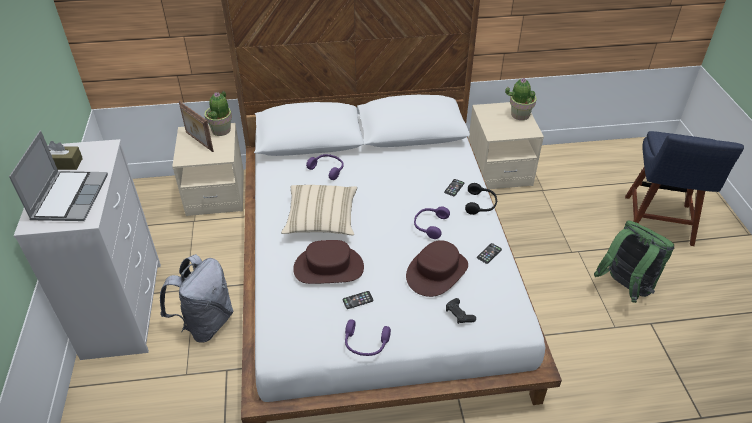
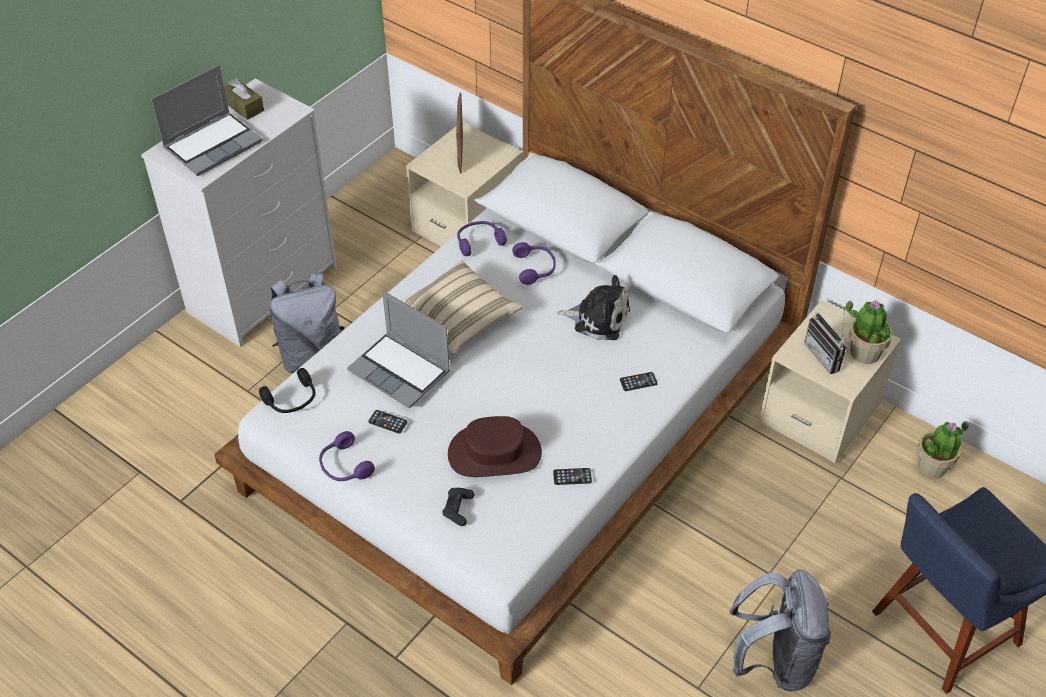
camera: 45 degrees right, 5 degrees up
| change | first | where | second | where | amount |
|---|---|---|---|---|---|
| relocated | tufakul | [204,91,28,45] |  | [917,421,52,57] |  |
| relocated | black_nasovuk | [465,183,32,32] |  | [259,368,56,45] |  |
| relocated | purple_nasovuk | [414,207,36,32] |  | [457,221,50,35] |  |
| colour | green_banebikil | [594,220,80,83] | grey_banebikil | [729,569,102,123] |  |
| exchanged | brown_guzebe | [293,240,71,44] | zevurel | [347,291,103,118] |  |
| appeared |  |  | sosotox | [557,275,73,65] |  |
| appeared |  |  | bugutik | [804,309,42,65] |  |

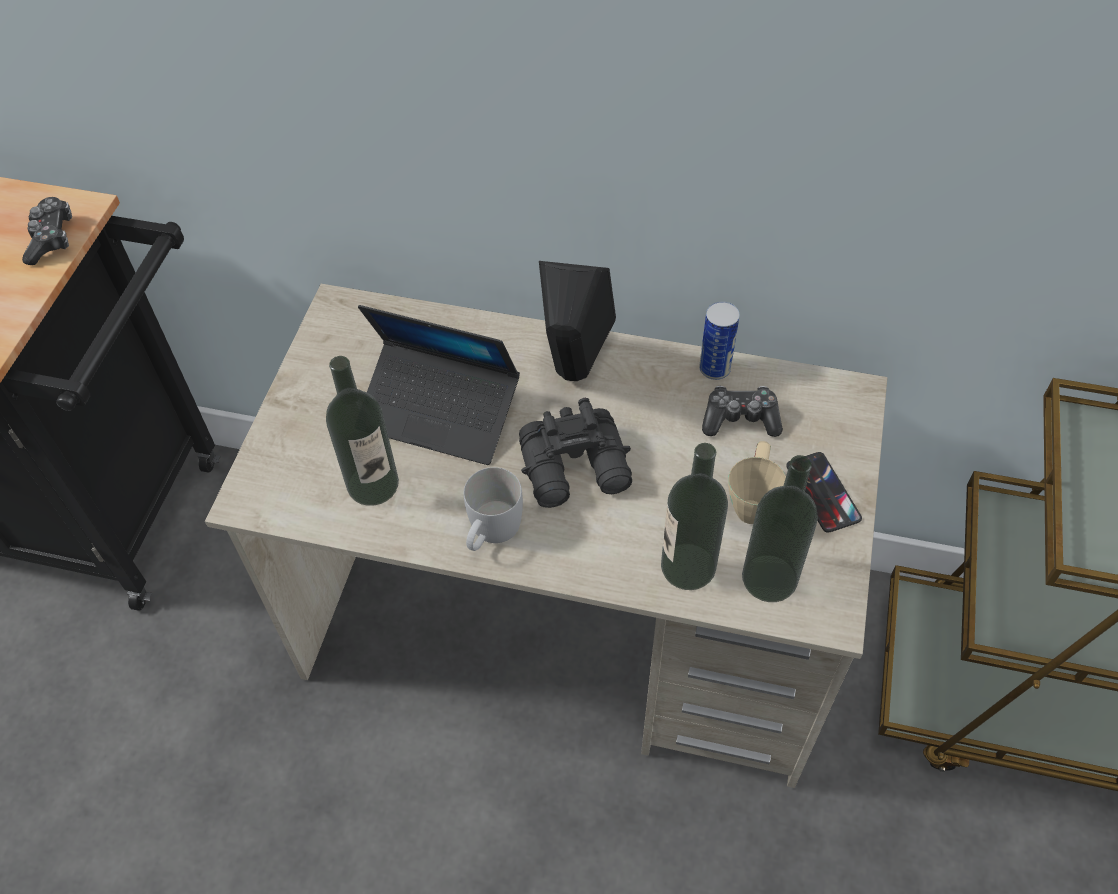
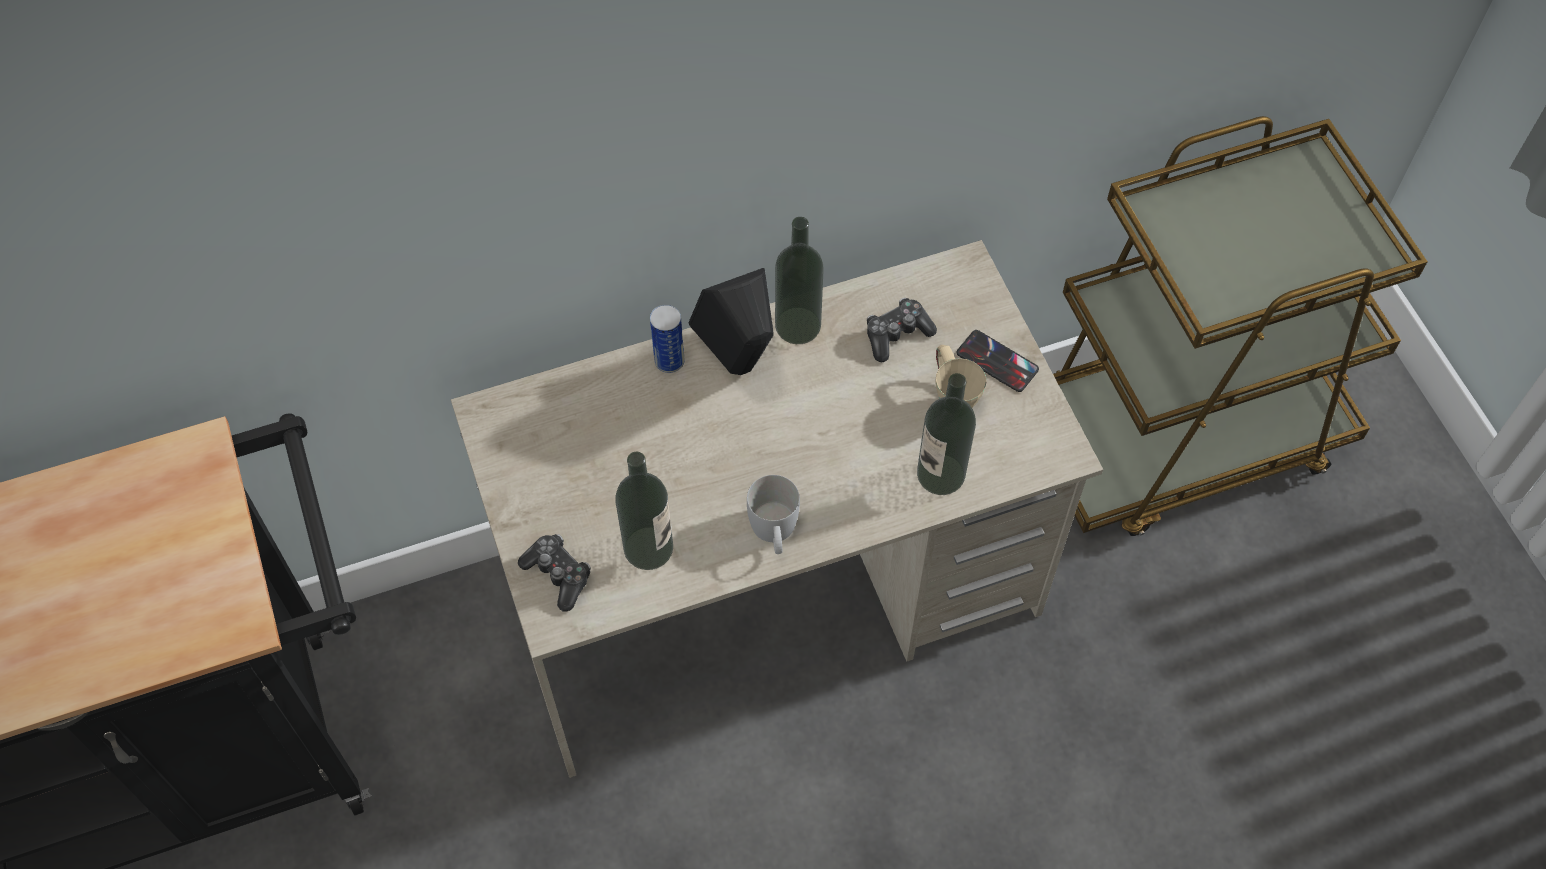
camera: 35 degrees left, 5 degrees up
| change | first | where | second | where | amount |
|---|---|---|---|---|---|
| relocated | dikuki | [22,197,50,68] |  | [518,534,73,78] |  |
| relocated | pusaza | [699,301,41,79] |  | [650,305,35,68] |  |
| missing | zevurel | [358,305,162,160] |  |  |  |
| missing | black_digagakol | [519,398,113,110] |  |  |  |
| relocated | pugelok | [742,455,76,147] |  | [775,217,49,127] |  |

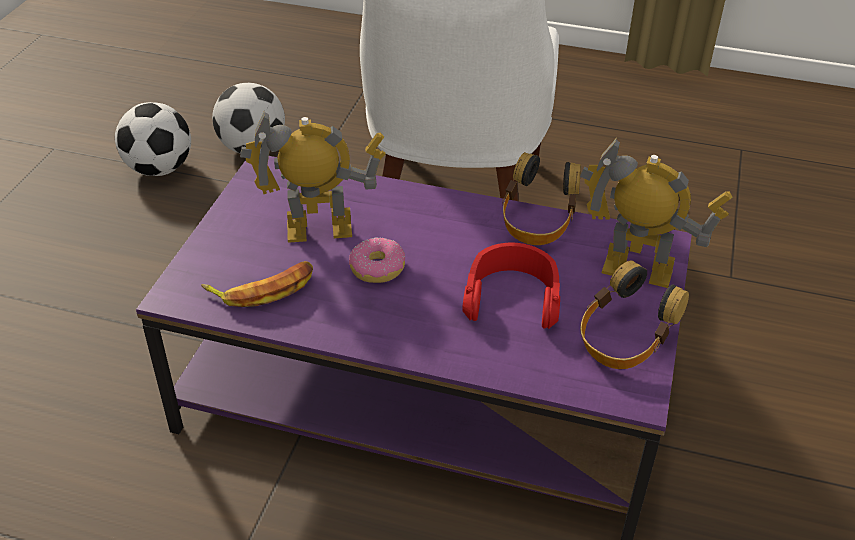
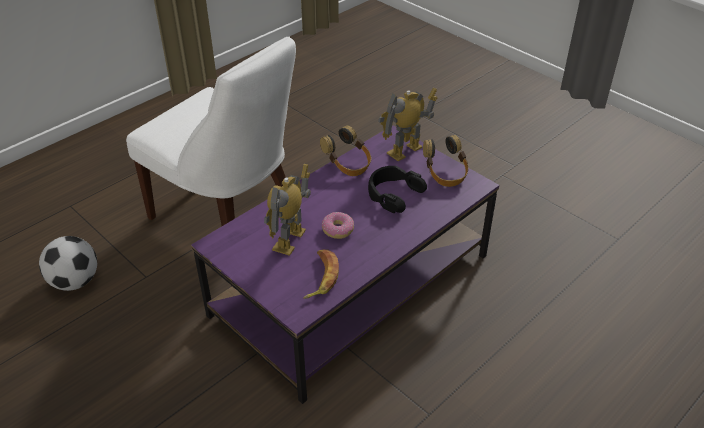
camera: 60 degrees left, 0 degrees up
| change | first | where | second | where | amount |
|---|---|---|---|---|---|
| missing | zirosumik | [115,102,76,74] |  |  |  |
| colour | red_nasovuk | [462,243,98,86] | black_nasovuk | [368,166,59,47] |  |

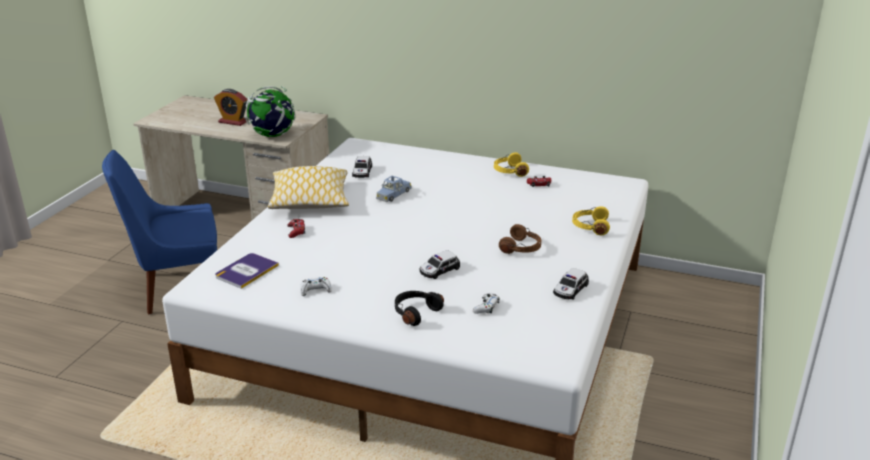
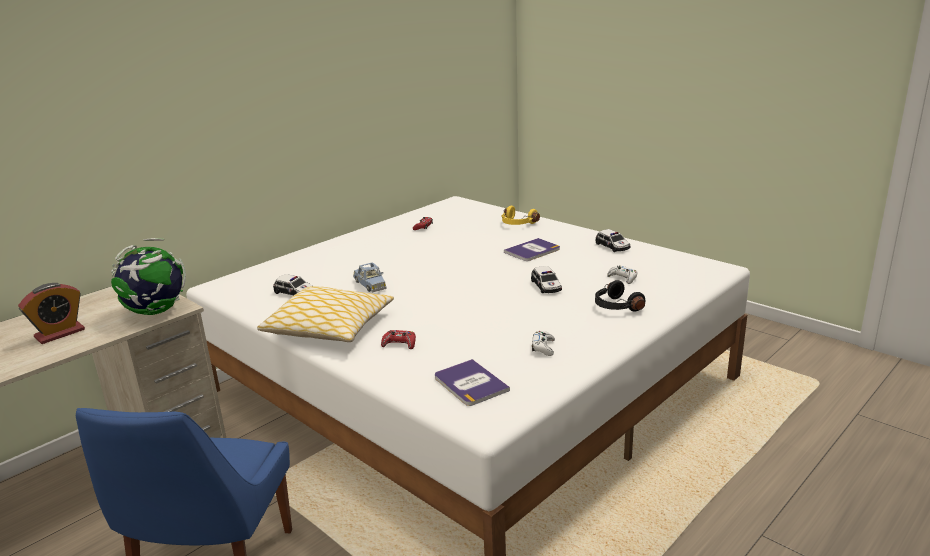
camera: 65 degrees left, 5 degrees down
| change | first | where | second | where | amount |
|---|---|---|---|---|---|
| missing | yellow_nasovuk | [494,152,35,25] |  |  |  |
| exchanged | brown_nasovuk | [499,224,42,30] | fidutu | [504,238,56,23] |  |

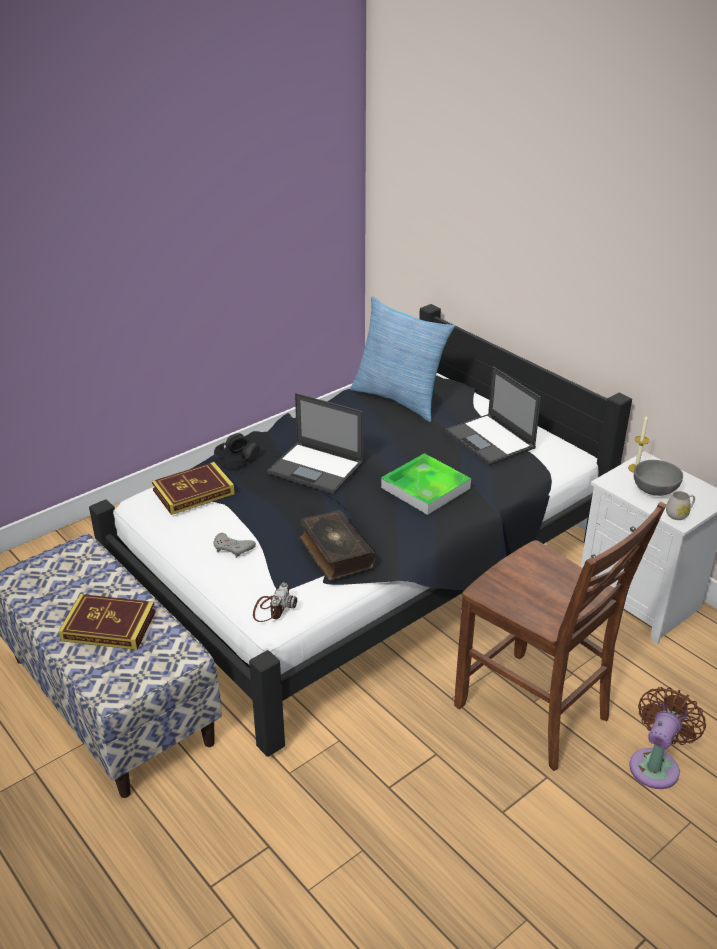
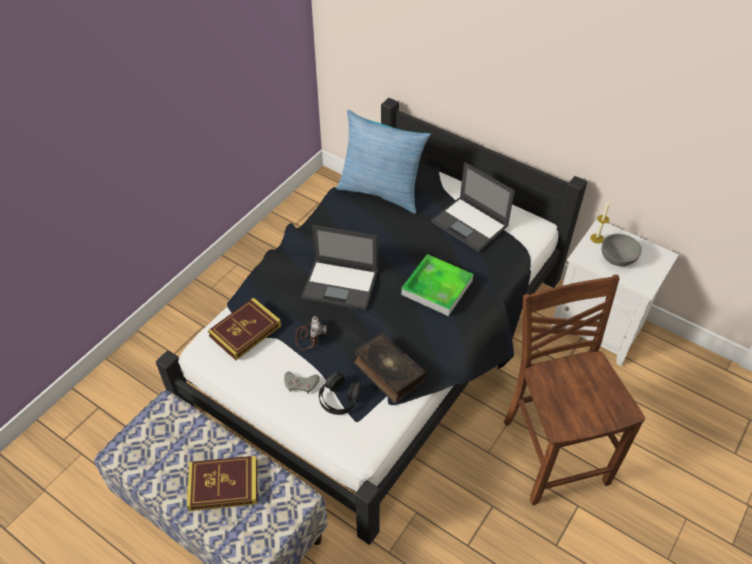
camera: 15 degrees left, 15 degrees up
| change | first | where | second | where | amount |
|---|---|---|---|---|---|
| relocated | black_nasovuk | [214,433,46,35] |  | [319,371,42,44] |  |
| missing | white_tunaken | [666,491,29,29] |  |  |  |
| spun | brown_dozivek | [454,502,212,269] |  | [504,275,141,230] | 135 degrees counterclockwise |
| relocated | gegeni | [253,583,44,39] |  | [295,316,32,34] |  |
| missing | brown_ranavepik | [629,687,77,102] |  |  |  |

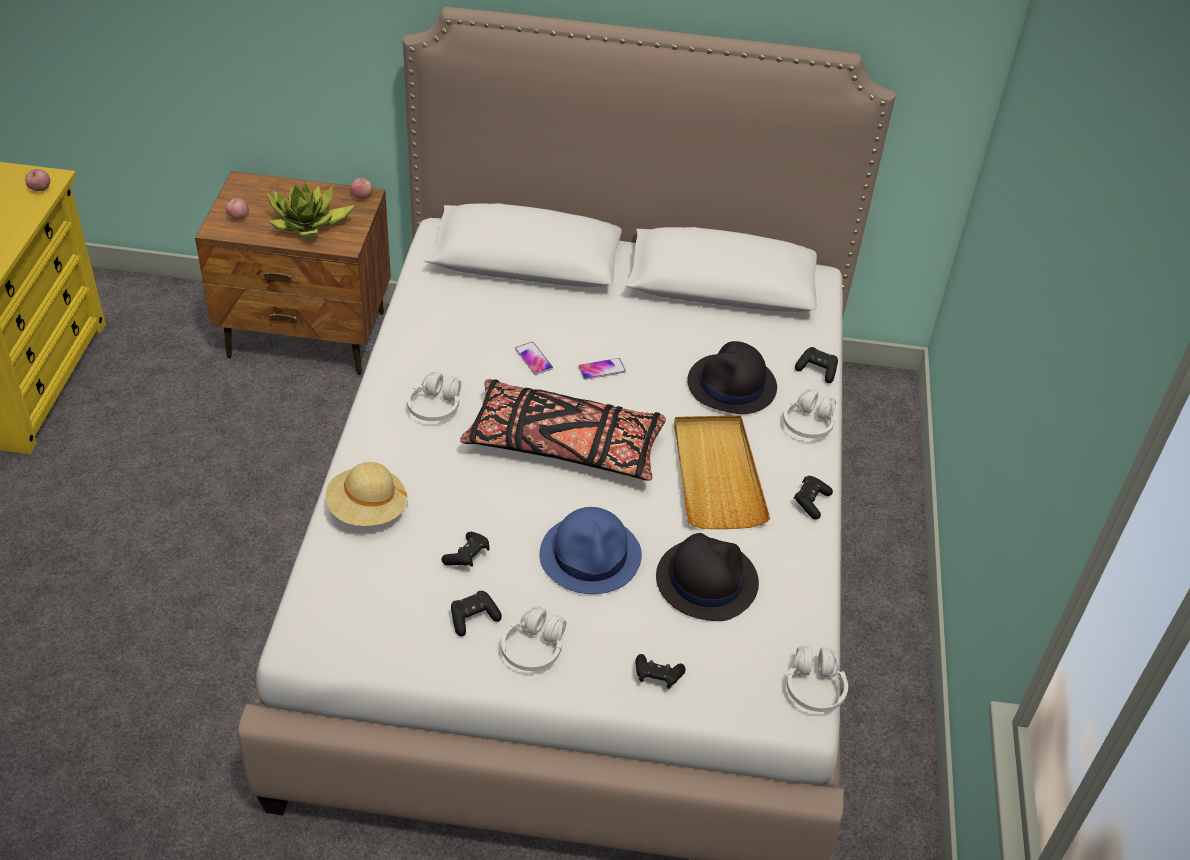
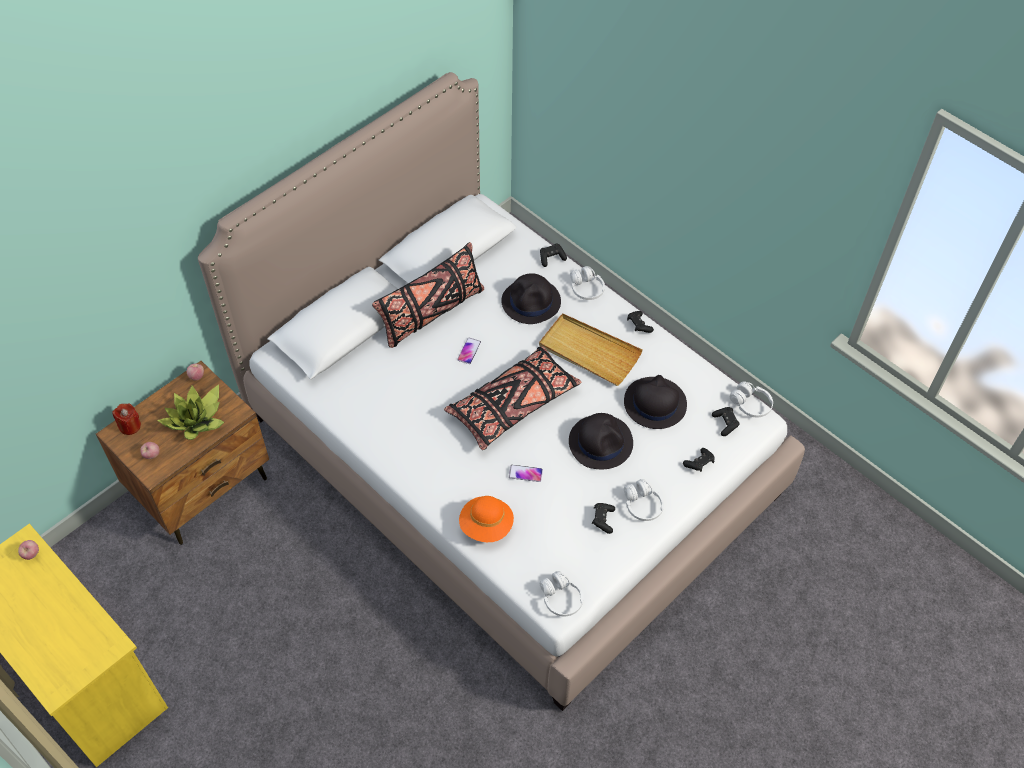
camera: 50 degrees left, 10 degrees up
| change | first | where | second | where | amount |
|---|---|---|---|---|---|
| relocated | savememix | [515,342,38,33] |  | [509,465,34,17] |  |
| relocated | white_nasovuk | [407,372,54,49] |  | [539,571,44,45] |  |
| colour | beige_guzebe | [325,462,83,64] | orange_guzebe | [459,496,55,46] |  |
| colour | blue_guzebe | [540,507,102,87] | black_guzebe | [569,413,64,56] |  |
| relocated | black_dikuki | [442,532,47,35] |  | [712,407,28,29] |  |
| appeared |  |  | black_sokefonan | [372,242,112,106] |  |
| appeared |  |  | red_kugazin | [112,403,29,32] |  |

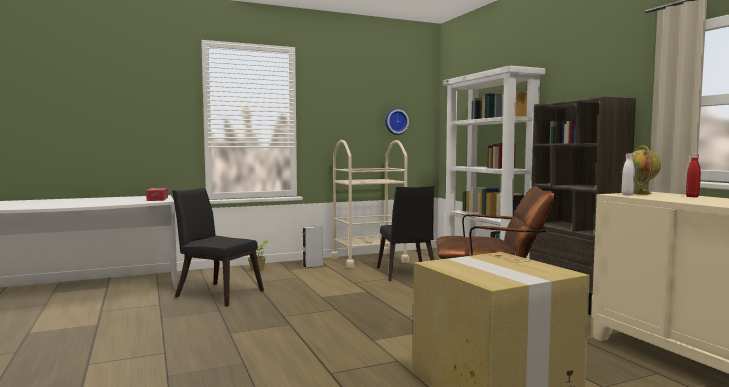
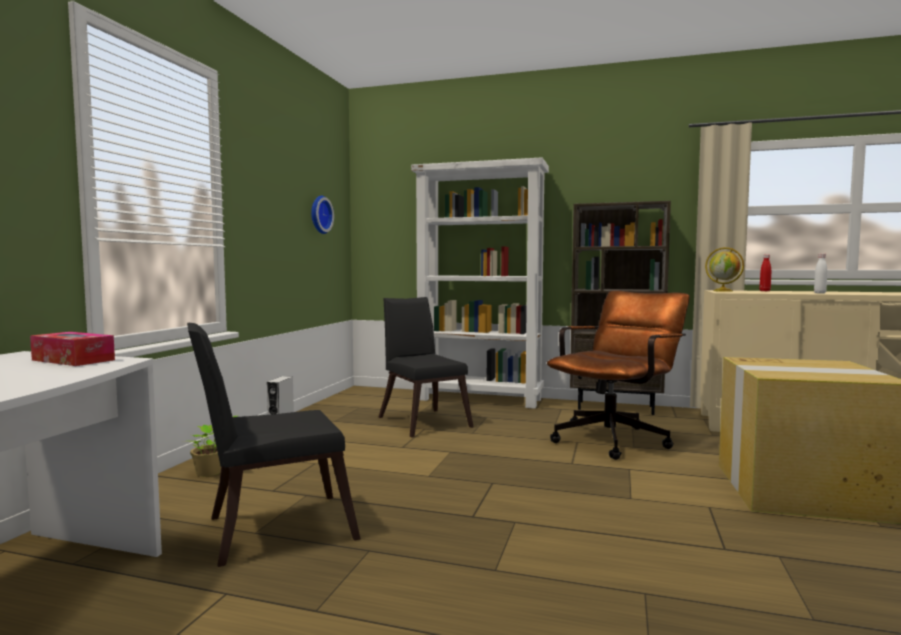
camera: 50 degrees left, 0 degrees up
| change | first | where | second | where | amount |
|---|---|---|---|---|---|
| missing | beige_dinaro | [331,140,78,128] |  |  |  |
| relocated | white_pugelok | [621,154,14,42] |  | [814,254,13,39] |  |
| spun | black_dozivek | [377,186,57,95] |  | [379,297,94,141] | 150 degrees counterclockwise |

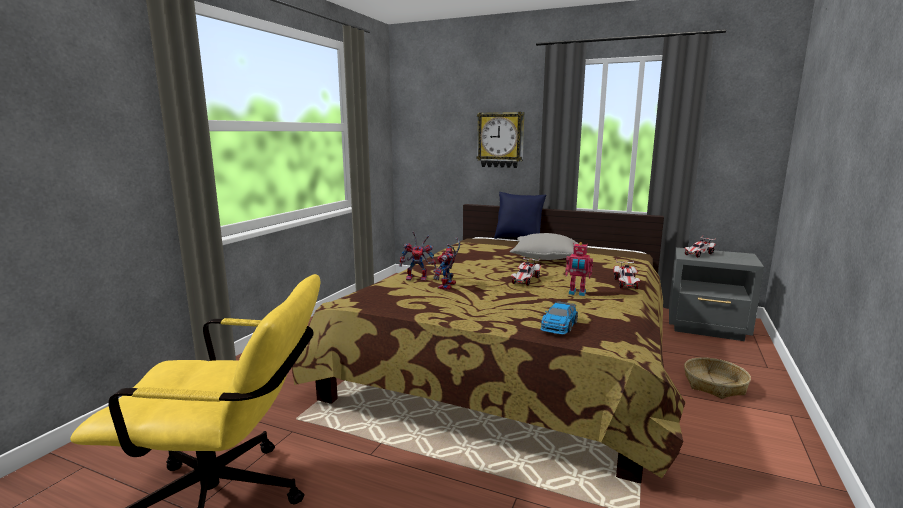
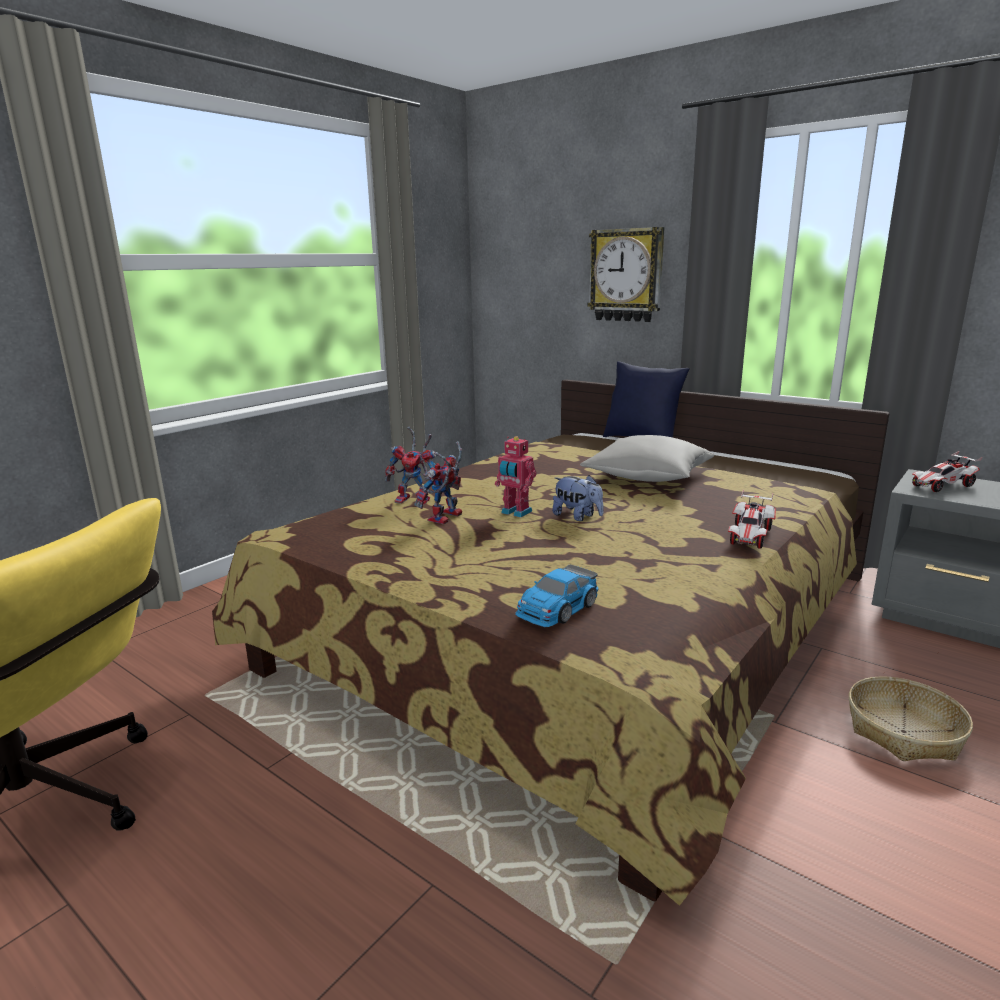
camera: 15 degrees right, 5 degrees up
| change | first | where | second | where | amount |
|---|---|---|---|---|---|
| relocated | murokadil | [565,242,28,54] |  | [495,436,41,82] |  |
| exchanged | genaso | [511,256,30,30] | sosotox | [552,475,52,46] |  |

